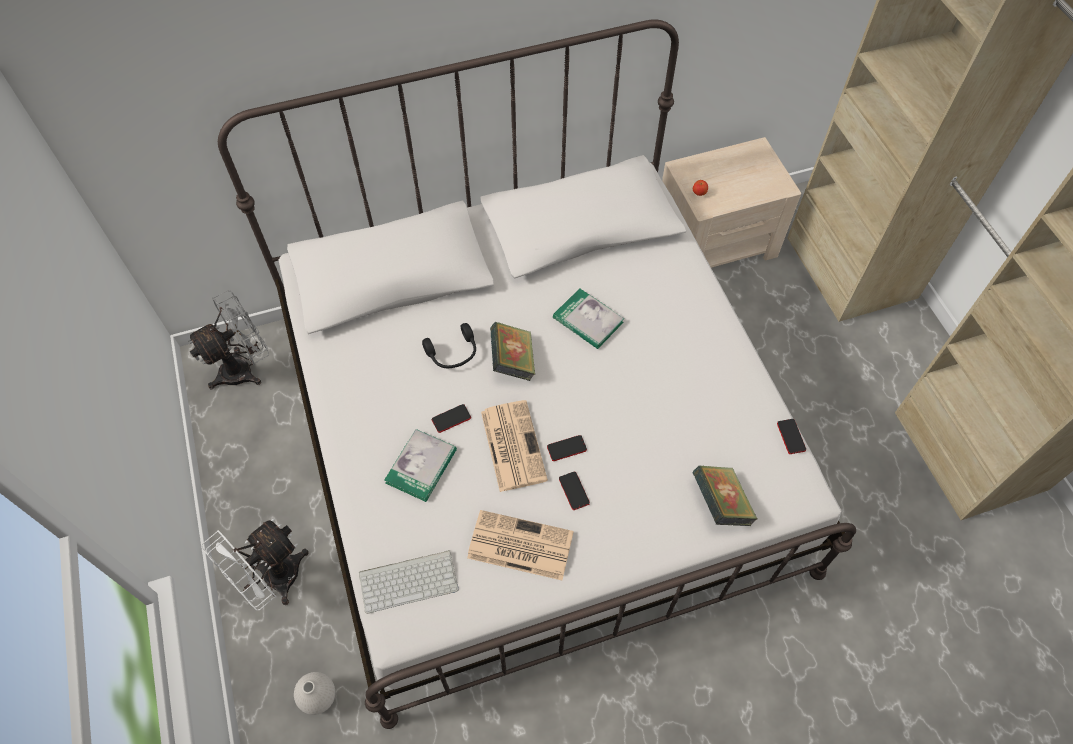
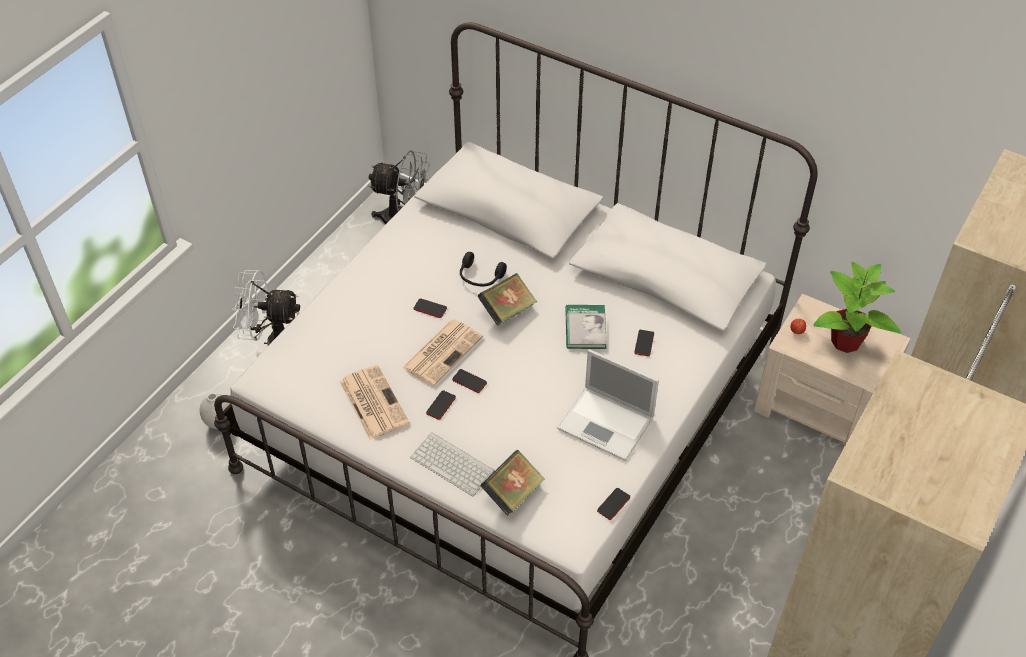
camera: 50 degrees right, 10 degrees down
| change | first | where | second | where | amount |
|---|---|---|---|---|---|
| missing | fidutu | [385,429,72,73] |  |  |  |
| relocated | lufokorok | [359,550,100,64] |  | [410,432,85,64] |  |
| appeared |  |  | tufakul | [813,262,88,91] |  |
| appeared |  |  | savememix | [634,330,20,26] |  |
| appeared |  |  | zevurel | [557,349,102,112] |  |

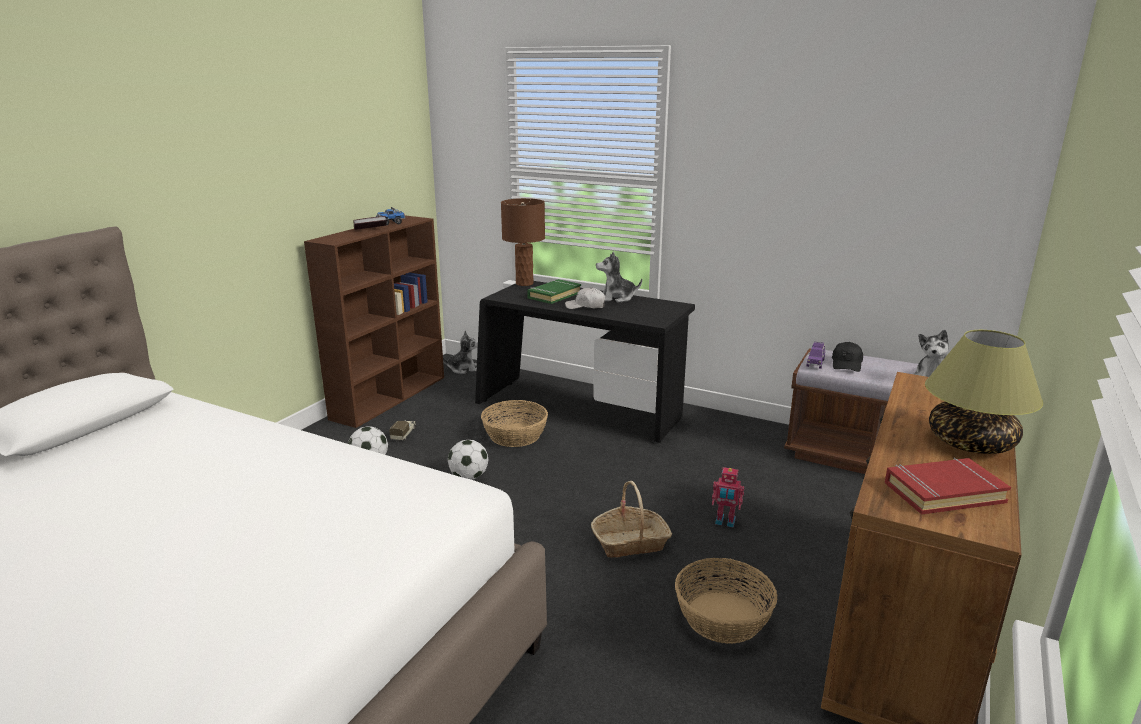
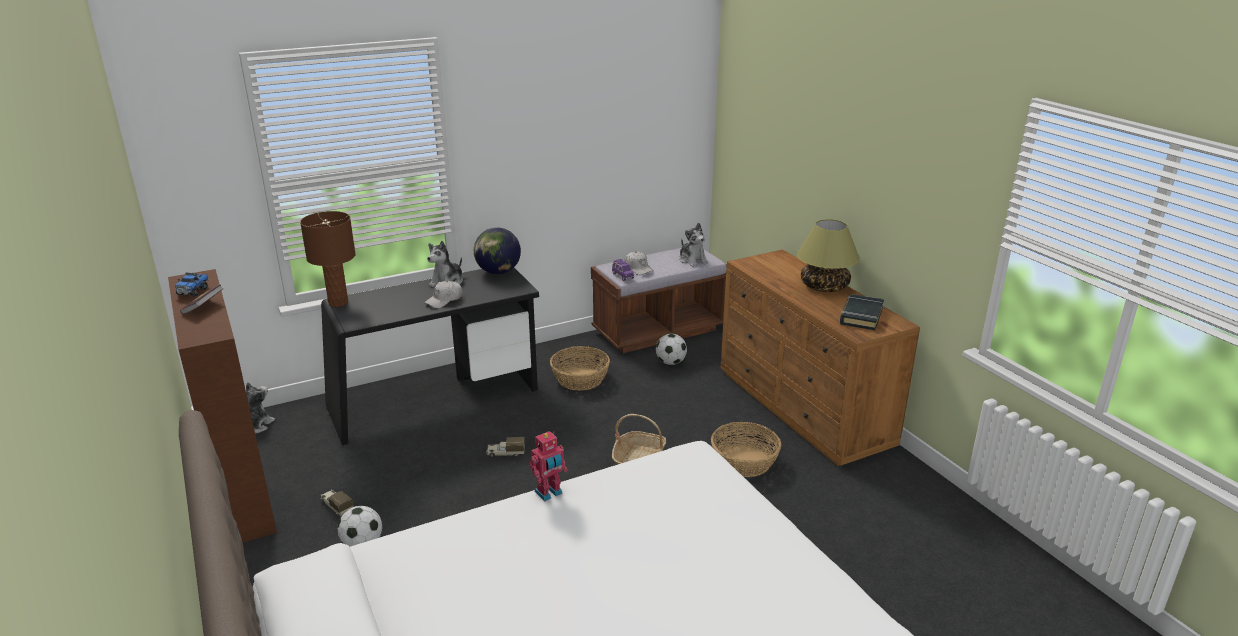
camera: 55 degrees left, 5 degrees up
| change | first | where | second | where | amount |
|---|---|---|---|---|---|
| missing | green_fidutu | [527,279,54,25] |  |  |  |
| colour | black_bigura | [832,342,31,30] | white_bigura | [624,252,30,23] |  |
| relocated | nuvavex | [481,400,67,47] |  | [550,346,60,44] |  |
| relocated | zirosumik | [448,440,41,40] |  | [656,334,31,31] |  |
| colour | red_fidutu | [885,458,126,57] | black_fidutu | [840,294,44,36] |  |
| relocated | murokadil | [712,467,32,61] |  | [529,431,38,70] |  |
| appeared |  |  | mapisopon | [474,227,47,47] |  |
| appeared |  |  | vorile | [486,437,39,21] |  |

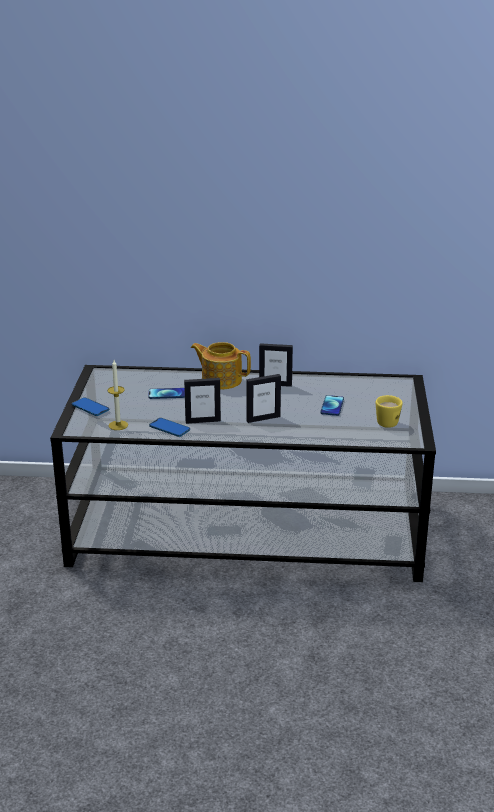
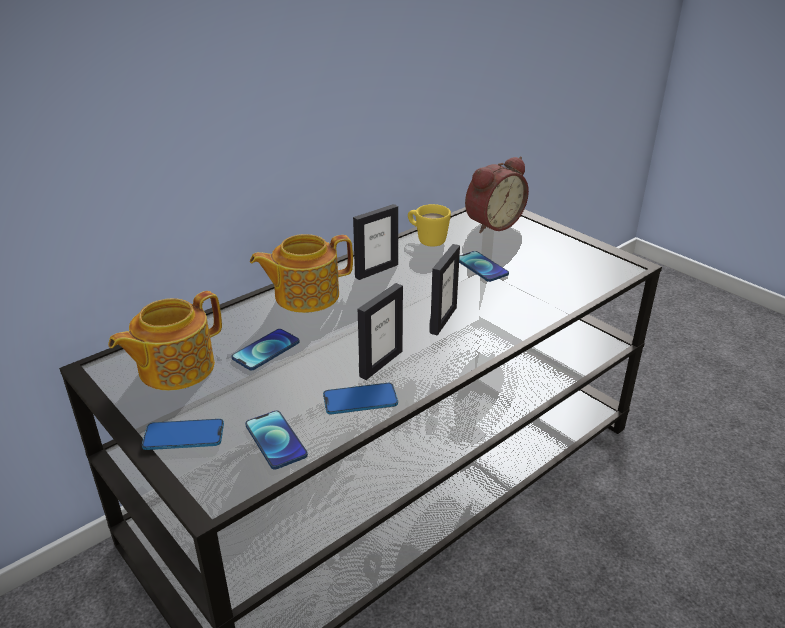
camera: 45 degrees left, 5 degrees up
| change | first | where | second | where | amount |
|---|---|---|---|---|---|
| exchanged | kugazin | [107,360,21,70] | savememix | [245,410,63,59] |  |
| relocated | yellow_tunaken | [376,395,27,33] |  | [408,204,43,43] |  |
| appeared |  |  | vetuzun | [465,157,64,76] |  |
| appeared |  |  | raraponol | [108,291,114,100] |  |

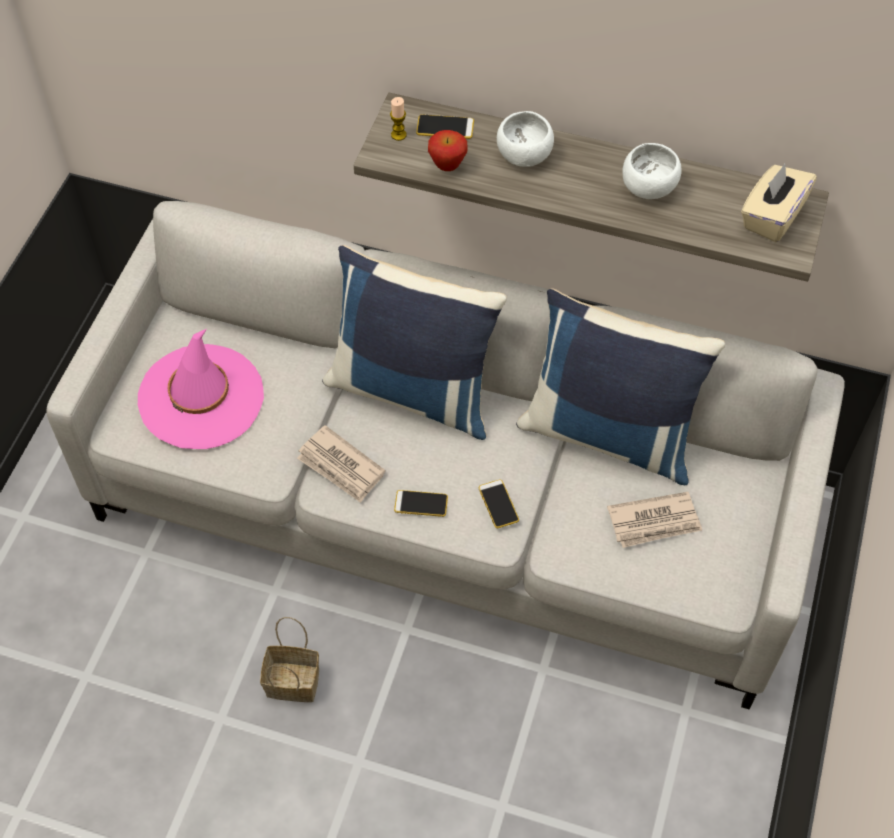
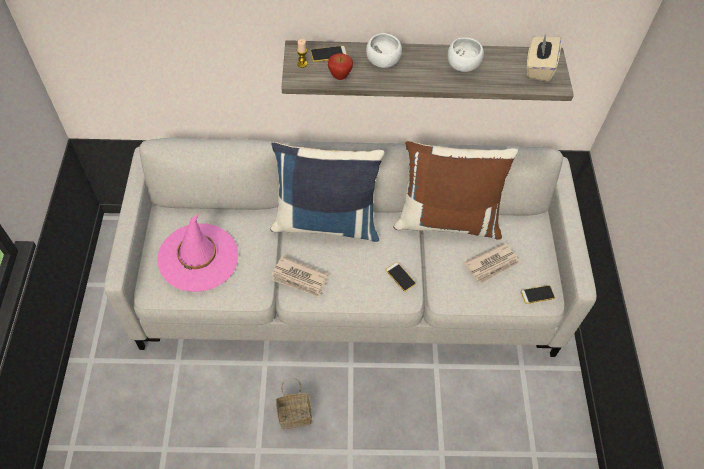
camera: 20 degrees left, 0 degrees up
| change | first | where | second | where | amount |
|---|---|---|---|---|---|
| colour | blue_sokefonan | [516,289,209,196] | brown_sokefonan | [393,141,125,99] |  |
| relocated | savememix | [394,490,54,27] |  | [521,285,34,19] |  |

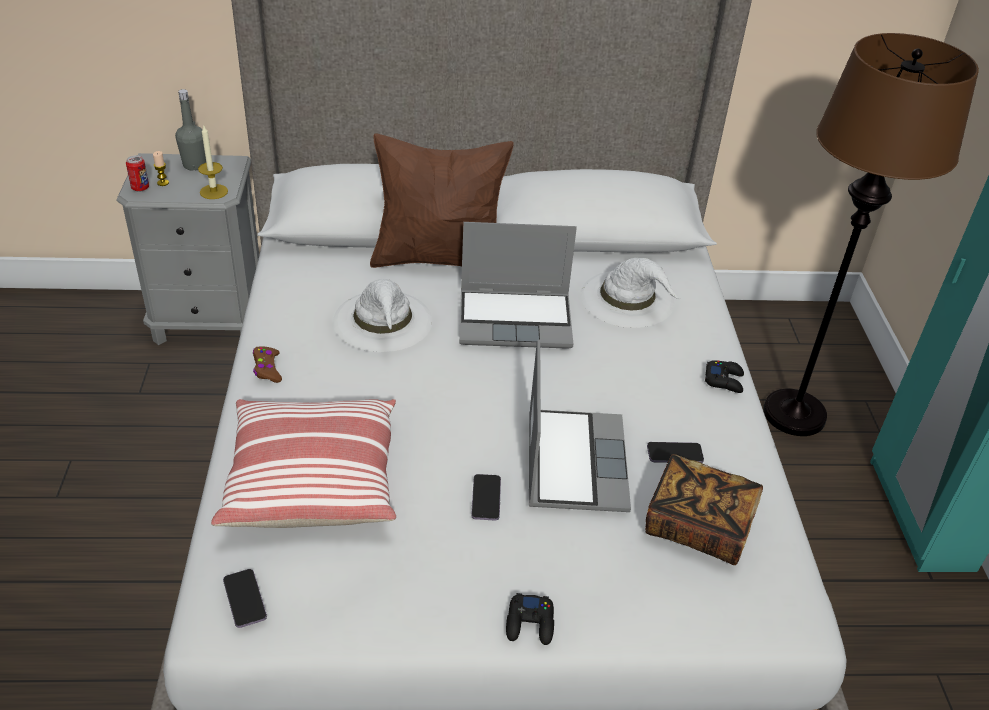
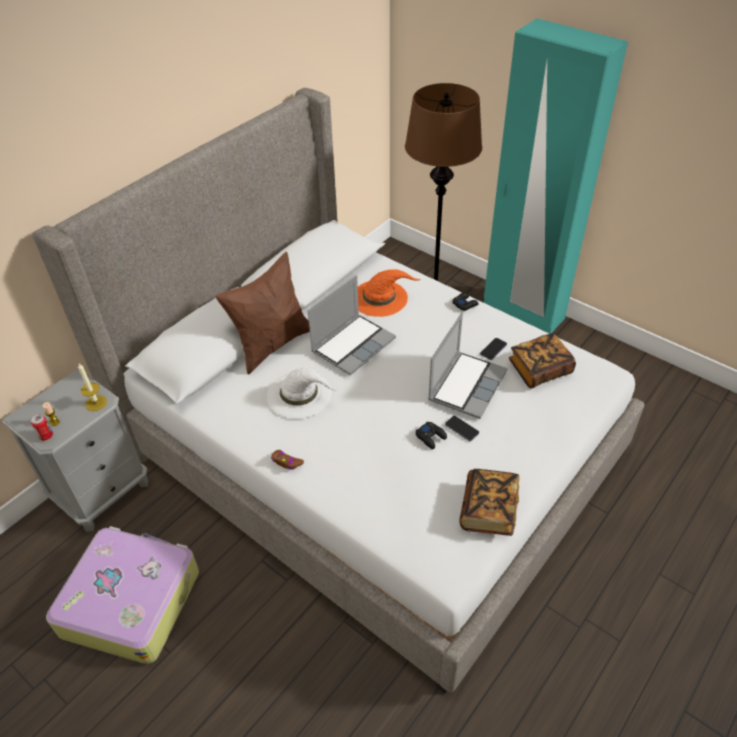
camera: 45 degrees left, 5 degrees up
| change | first | where | second | where | amount |
|---|---|---|---|---|---|
| missing | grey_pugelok | [175,89,31,82] |  |  |  |
| colour | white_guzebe | [580,258,100,70] | orange_guzebe | [358,269,63,48] |  |
| spun | zevurel | [529,340,102,172] |  | [428,313,80,106] | 75 degrees clockwise |
| missing | sokefonan | [211,399,185,129] |  |  |  |
| missing | savememix | [223,569,44,59] |  |  |  |
| relocated | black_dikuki | [506,593,48,52] |  | [416,421,31,28] |  |
| appeared |  |  | fidutu | [459,469,61,67] |  |
| appeared |  |  | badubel | [46,526,153,138] |  |

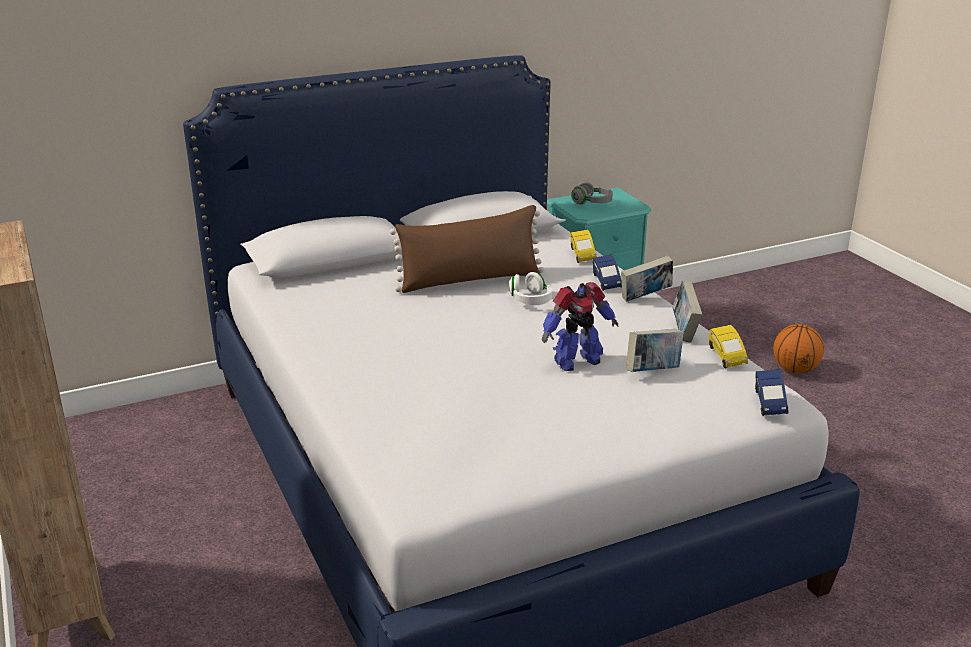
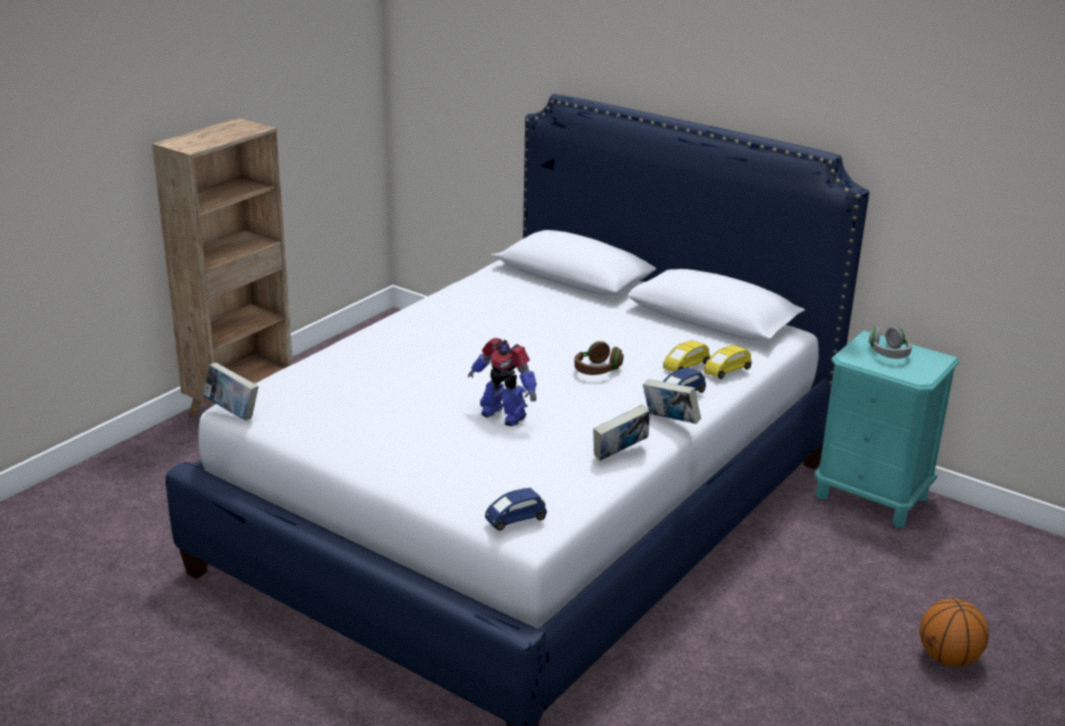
camera: 60 degrees right, 0 degrees up
| change | first | where | second | where | amount |
|---|---|---|---|---|---|
| missing | brown_sokefonan | [390,205,154,88] |  |  |  |
| colour | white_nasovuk | [509,272,43,33] | brown_nasovuk | [574,341,50,34] |  |
| relocated | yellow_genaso | [709,325,39,43] |  | [663,340,47,32] |  |
| relocated | fidutu | [626,329,58,43] |  | [203,362,56,58] |  |

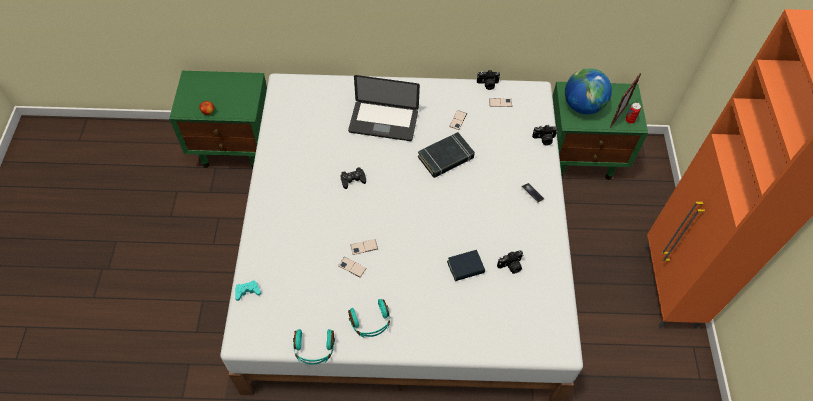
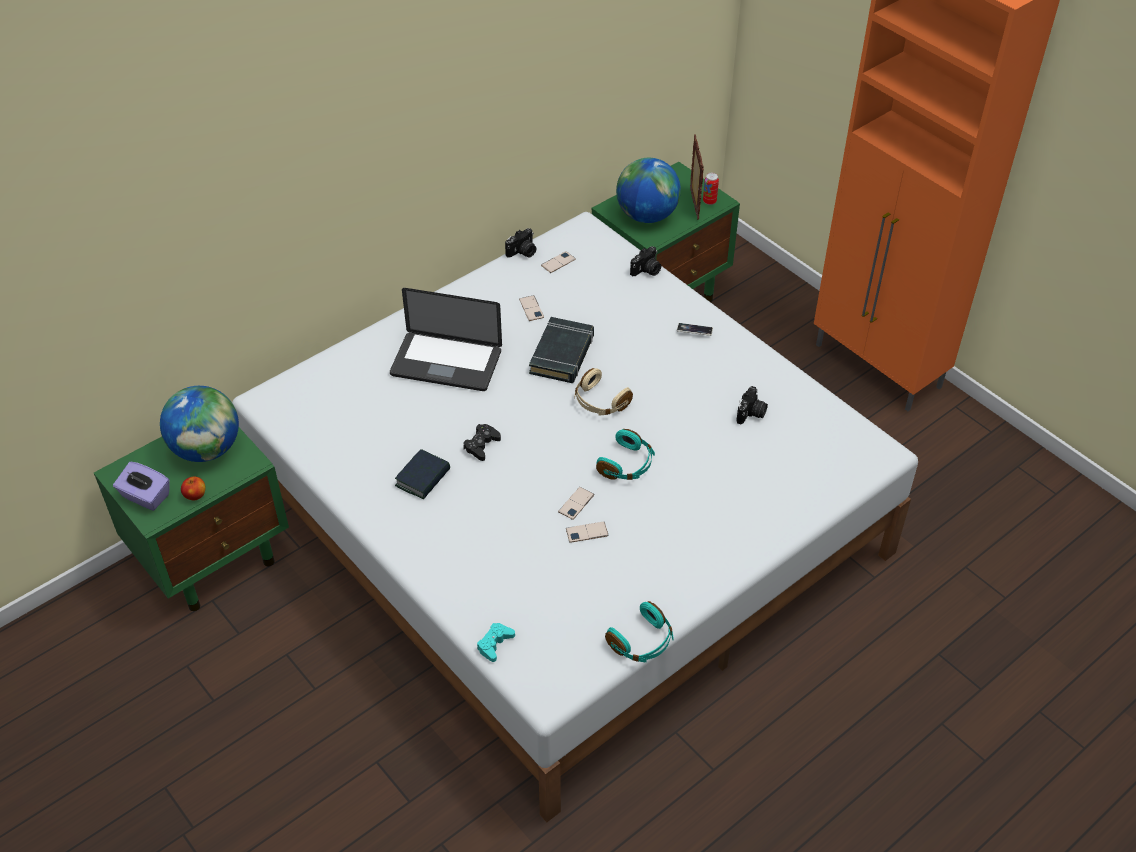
camera: 40 degrees left, 10 degrees down
| change | first | where | second | where | amount |
|---|---|---|---|---|---|
| spun | zevurel | [348,75,72,66] |  | [390,288,112,103] | 45 degrees clockwise |
| relocated | fidutu | [447,250,38,31] |  | [395,449,55,51] |  |
| relocated | turquoise_nasovuk | [348,299,42,39] |  | [596,429,59,51] |  |
| appeared |  |  | beige_nasovuk | [574,368,59,48] |  |
| appeared |  |  | mapisopon | [160,386,79,76] |  |
| appeared |  |  | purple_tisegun | [113,462,57,49] |  |

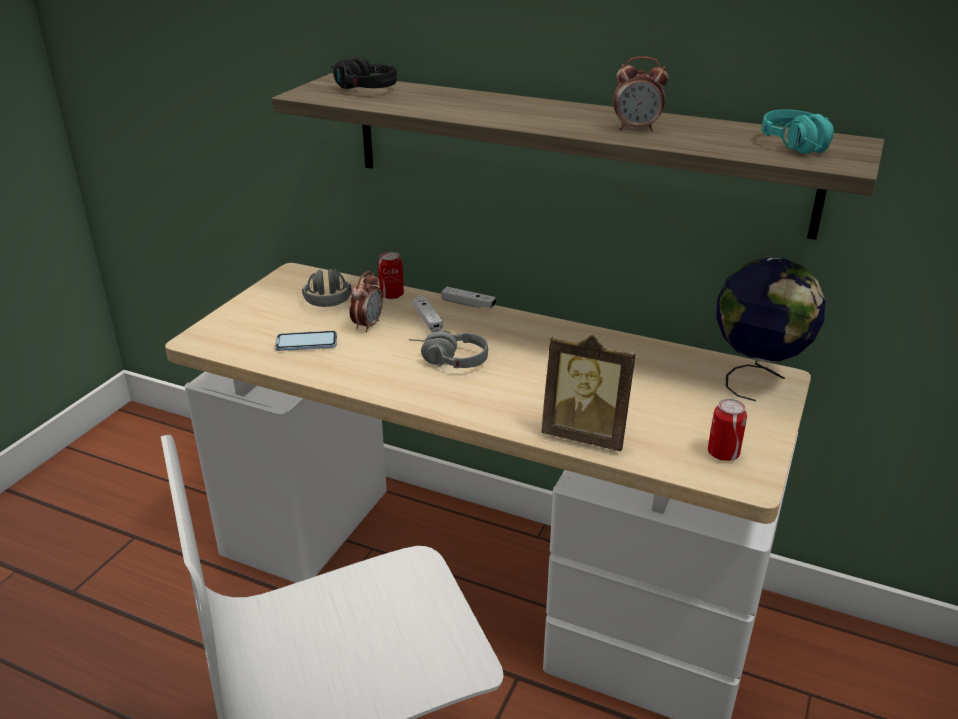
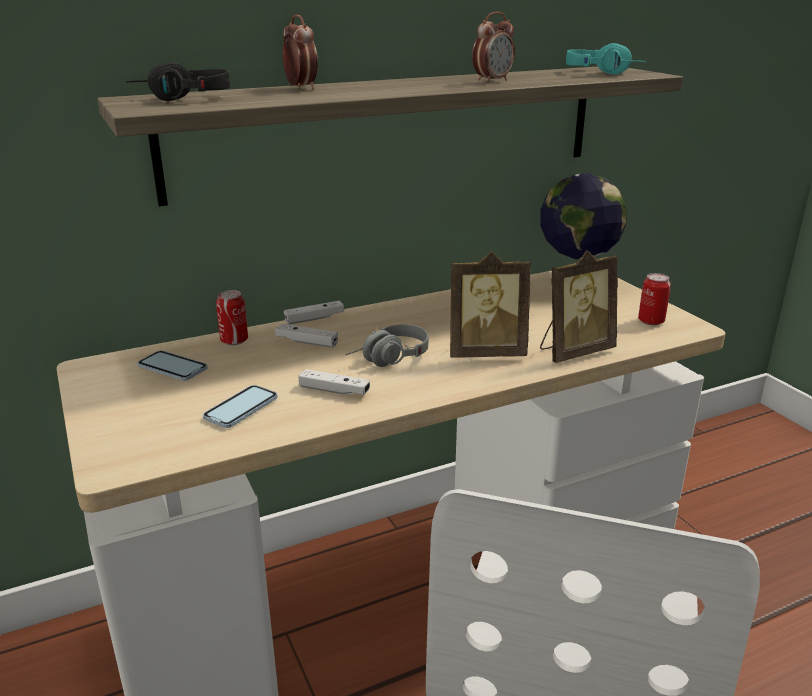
camera: 50 degrees left, 5 degrees down
| change | first | where | second | where | amount |
|---|---|---|---|---|---|
| exchanged | grey_nasovuk | [302,268,50,39] | savememix | [138,351,69,30] |  |
| relocated | vetuzun | [349,271,34,61] |  | [283,14,35,75] |  |
| appeared |  |  | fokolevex | [450,251,81,107] |  |
| appeared |  |  | white_dikuki | [298,369,72,26] |  |

